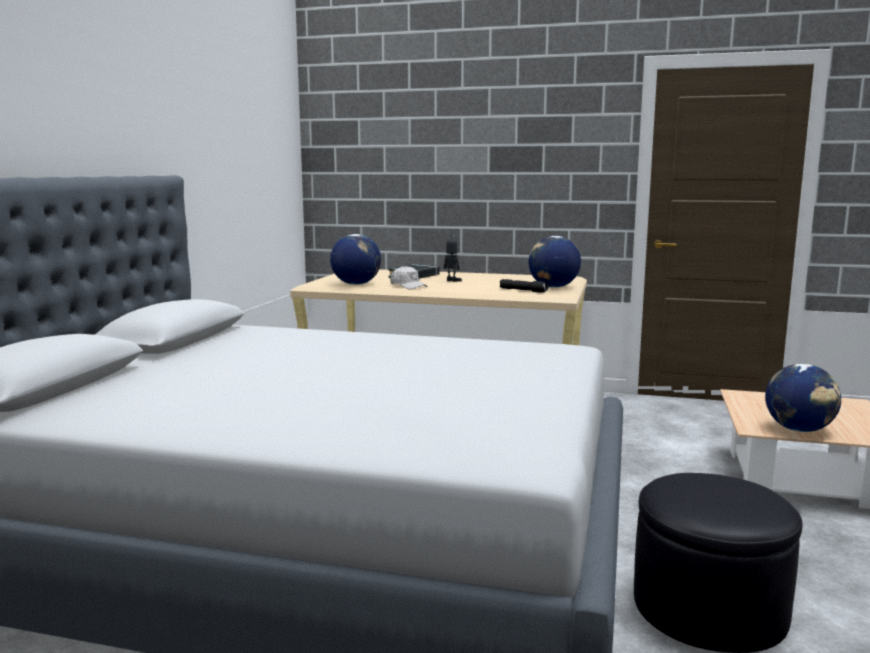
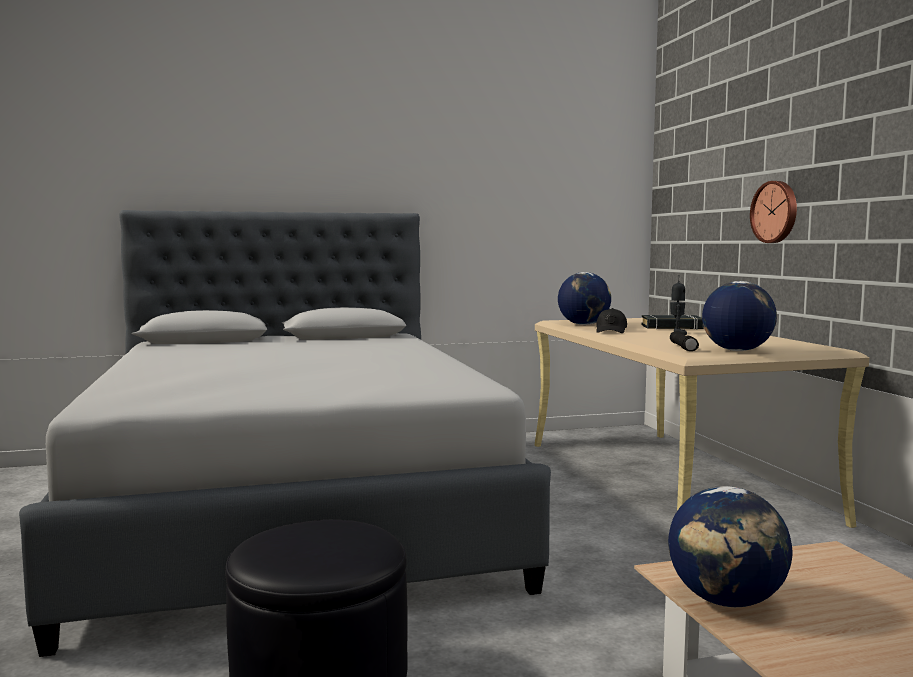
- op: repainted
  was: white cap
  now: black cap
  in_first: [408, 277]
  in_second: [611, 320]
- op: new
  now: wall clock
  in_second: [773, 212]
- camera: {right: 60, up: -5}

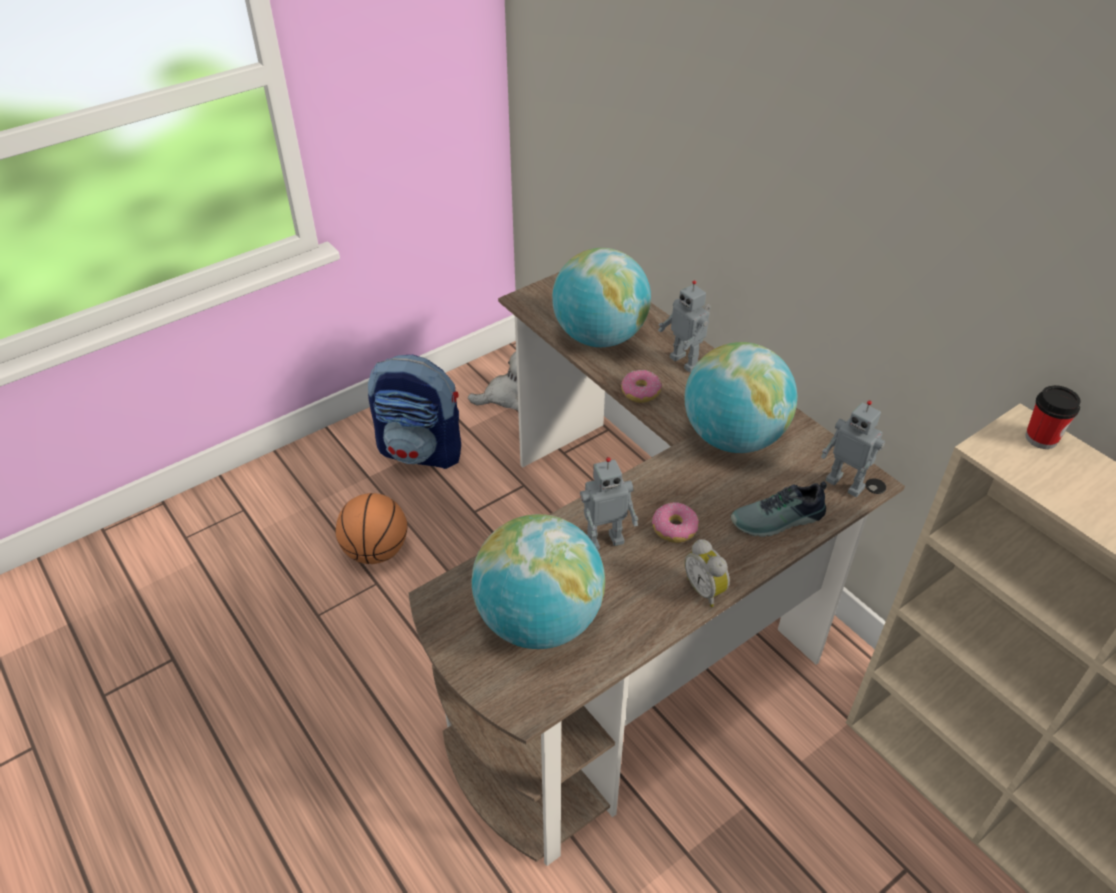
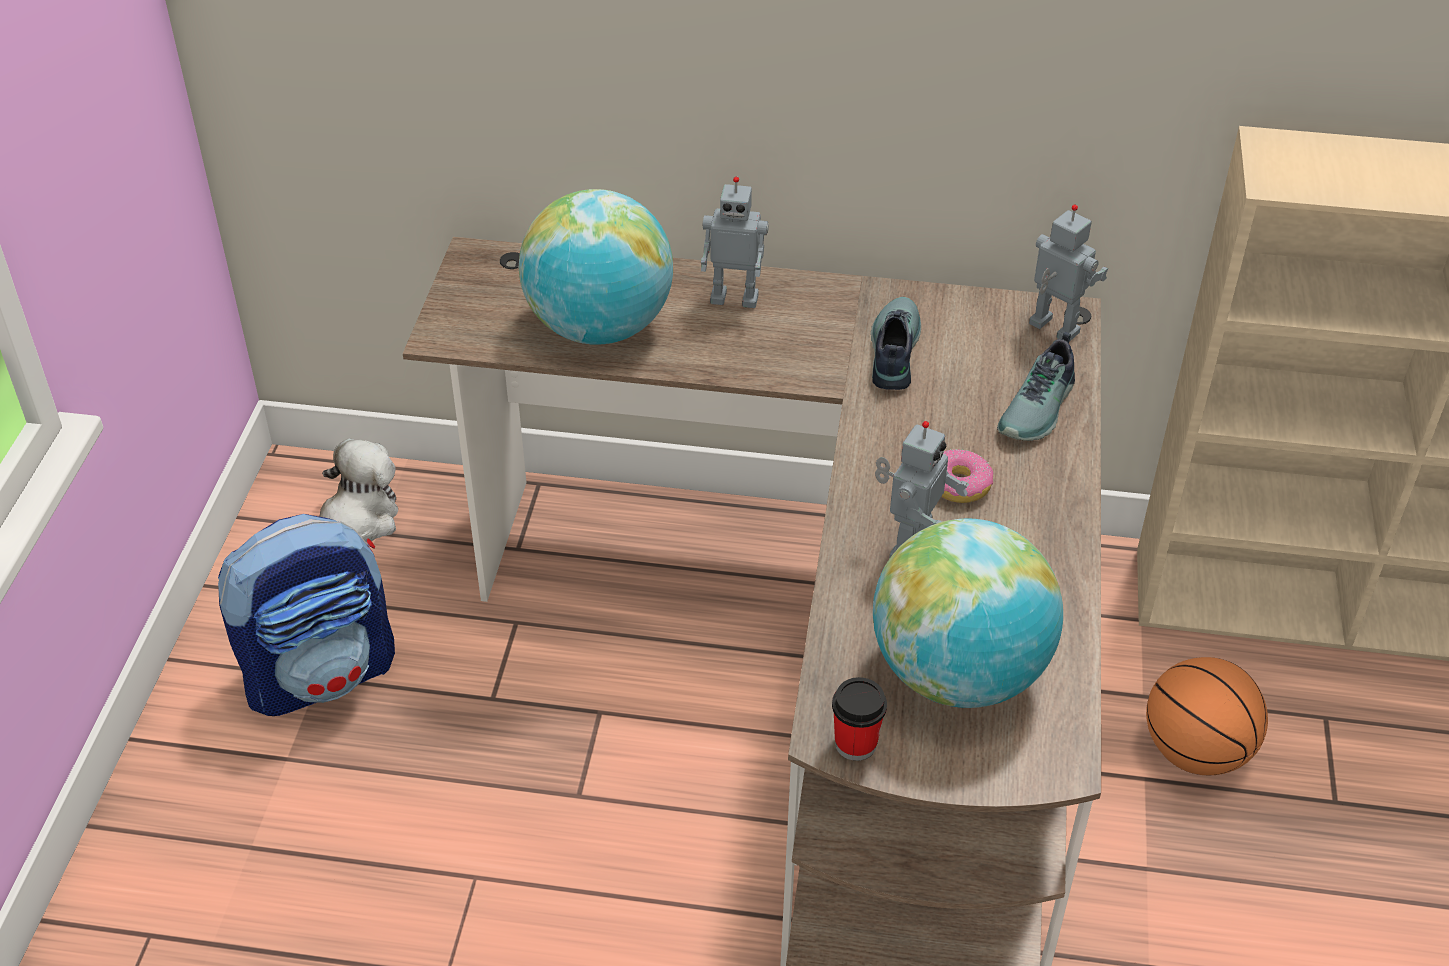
- op: swapped
  was: globe
  now: shoe
  in_first: [741, 397]
  in_second: [895, 343]
- op: gone
  was: donut
  in_first: [641, 386]
- op: shifted
  was: cup
  in_first: [1053, 417]
  in_second: [859, 719]
- op: rotated
  was: toy robot
  in_first: [853, 448]
  in_second: [1069, 273]
  clockwise: -135
- op: shifted
  was: basketball
  in_first: [371, 528]
  in_second: [1207, 716]
- op: gone
  was: alarm clock
  in_first: [707, 573]
- camera: {right: -45, up: 0}

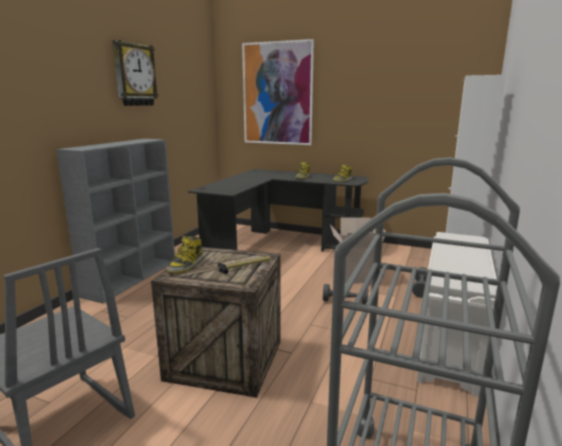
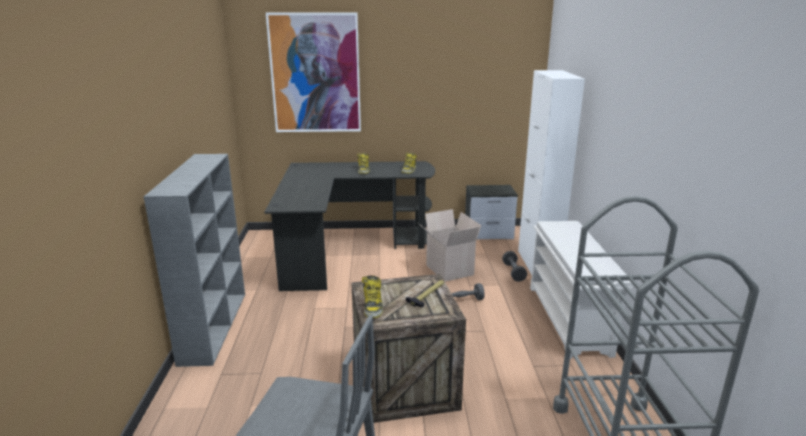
- op: gone
  was: wall clock
  in_first: [135, 73]
- op: new
  now: nightstand
  in_second: [491, 212]
- camera: {right: -25, up: 5}

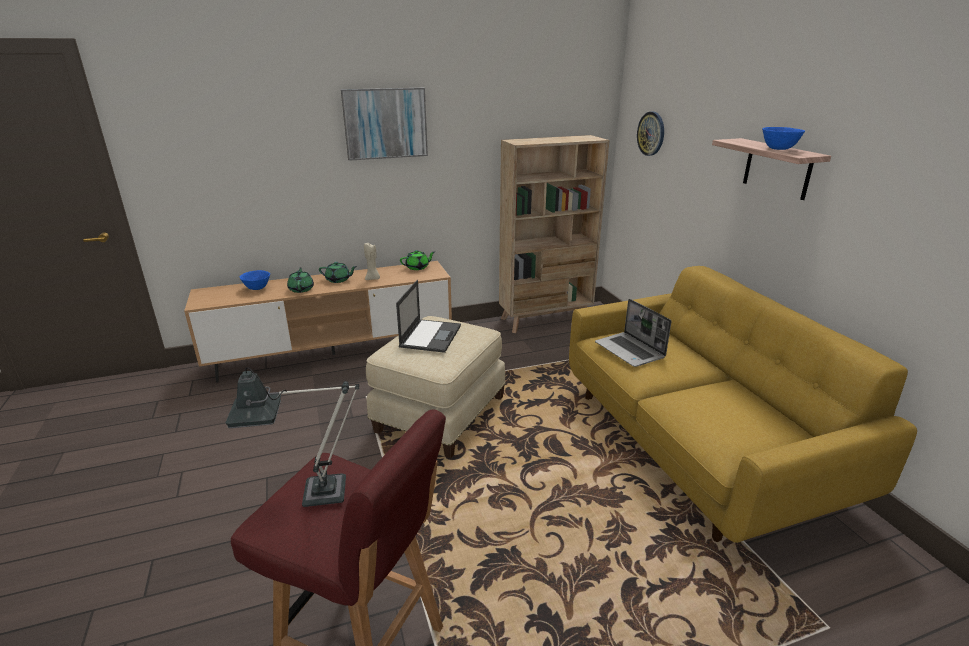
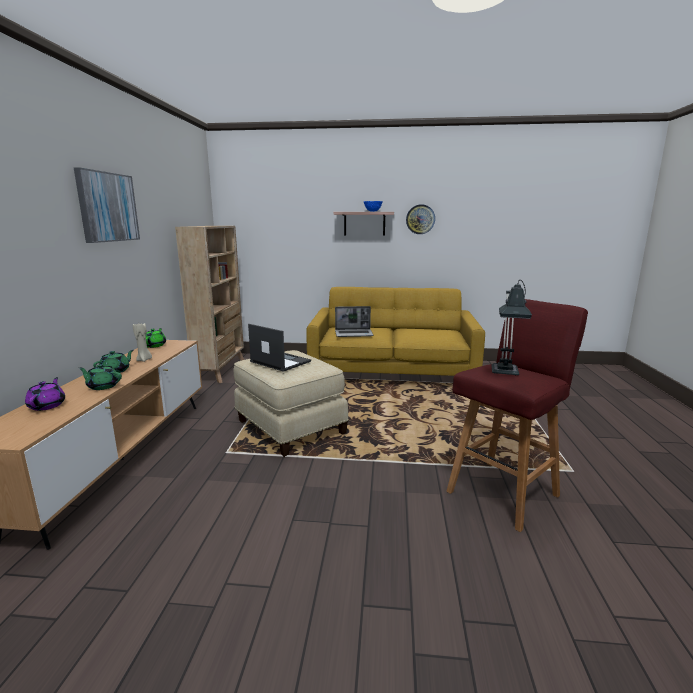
- op: shifted
  was: wall clock
  in_first: [650, 134]
  in_second: [420, 219]
- op: swapped
  was: blue bowl
  now: purple teapot
  in_first: [255, 280]
  in_second: [45, 394]
- camera: {right: -65, up: -10}

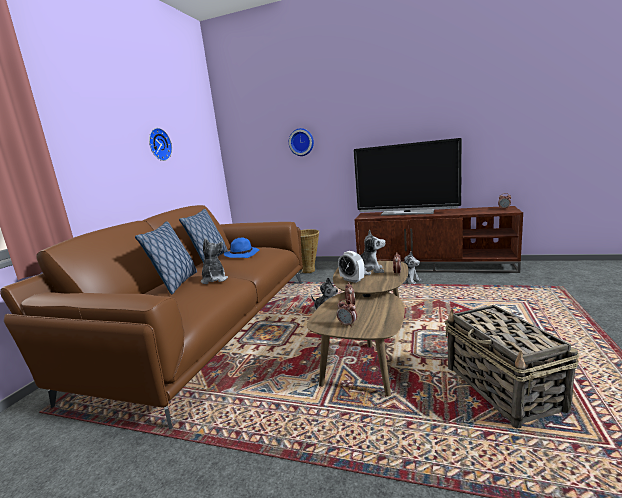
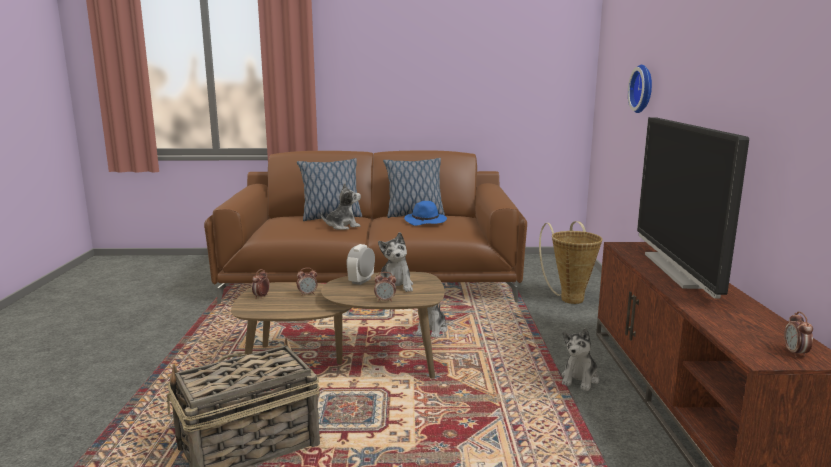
- op: gone
  was: wall clock
  in_first: [160, 144]
- camera: {right: 70, up: 0}

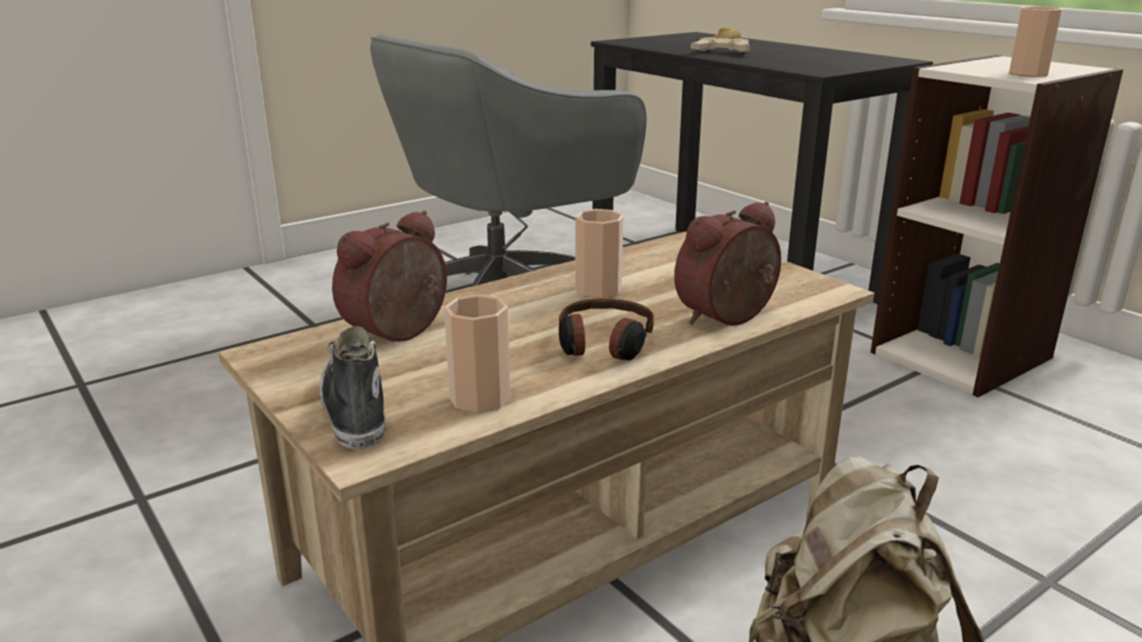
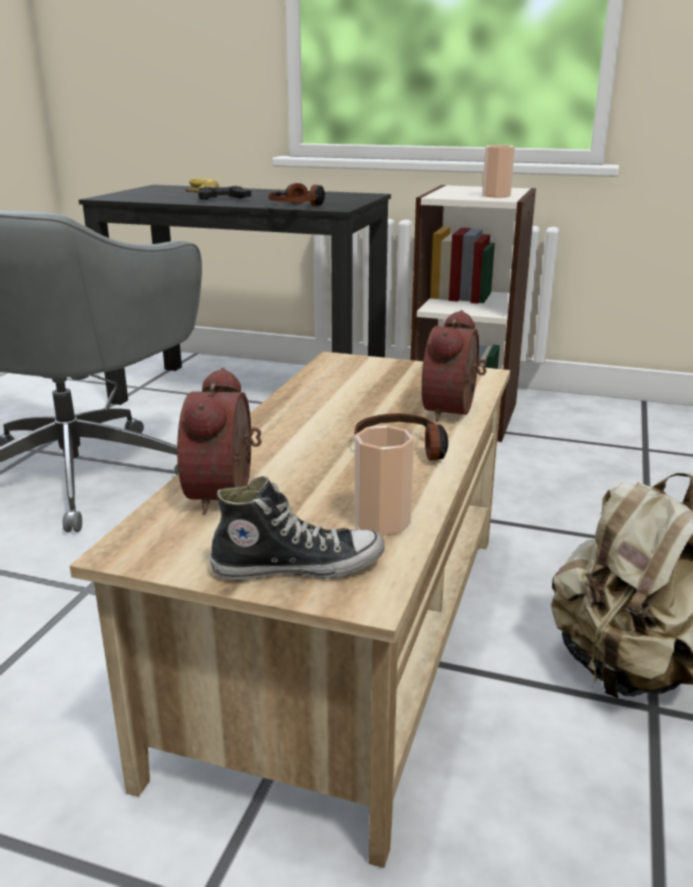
- op: repainted
  was: beige game controller
  now: black game controller
  in_first: [720, 45]
  in_second: [224, 193]
- op: gone
  was: cup
  in_first: [599, 253]
- op: rotated
  was: shoe
  in_first: [352, 387]
  in_second: [297, 528]
  clockwise: 135
- op: new
  now: headphones
  in_second: [296, 194]
- camera: {right: -35, up: 0}

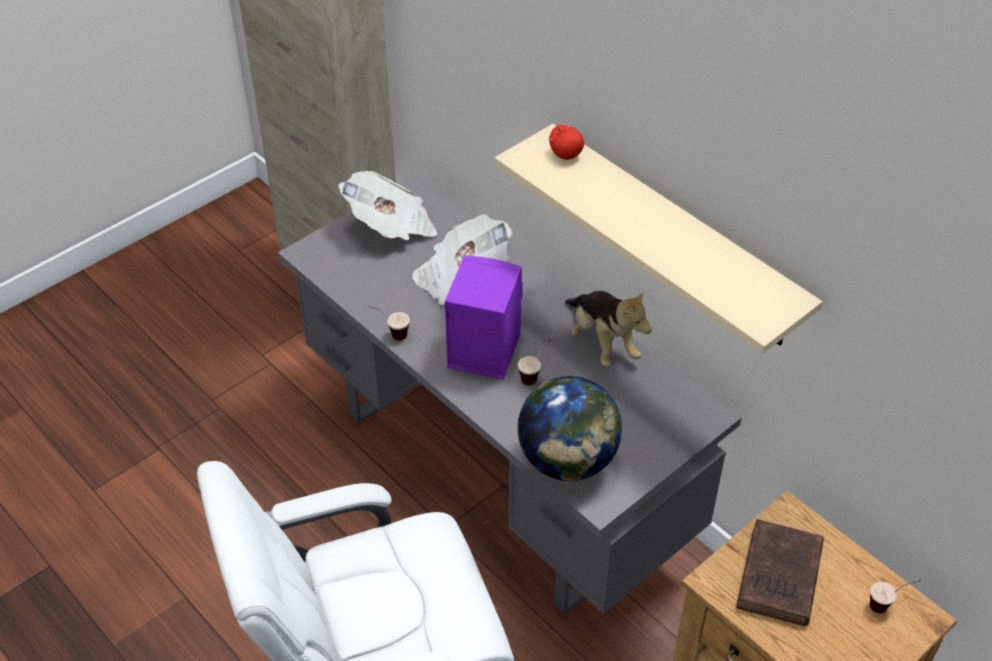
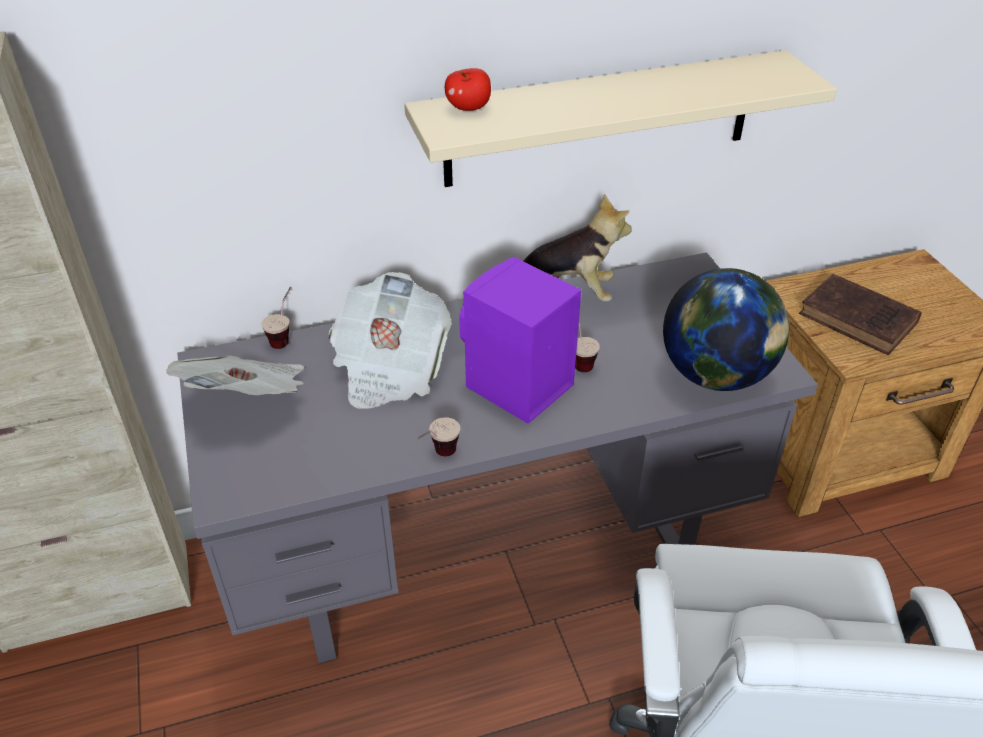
- op: shifted
  was: cup
  in_first: [895, 596]
  in_second: [276, 318]
- camera: {right: -65, up: -5}

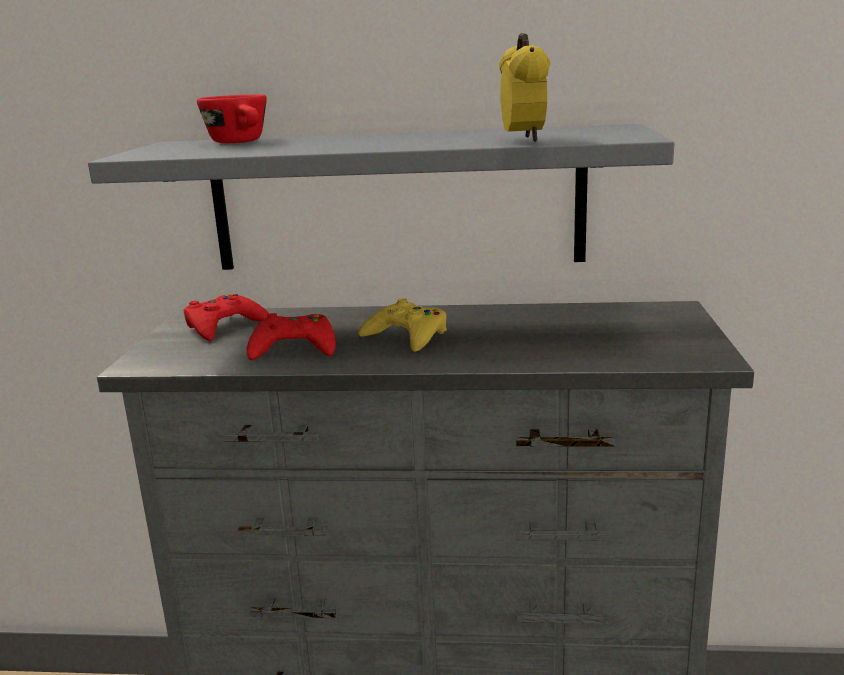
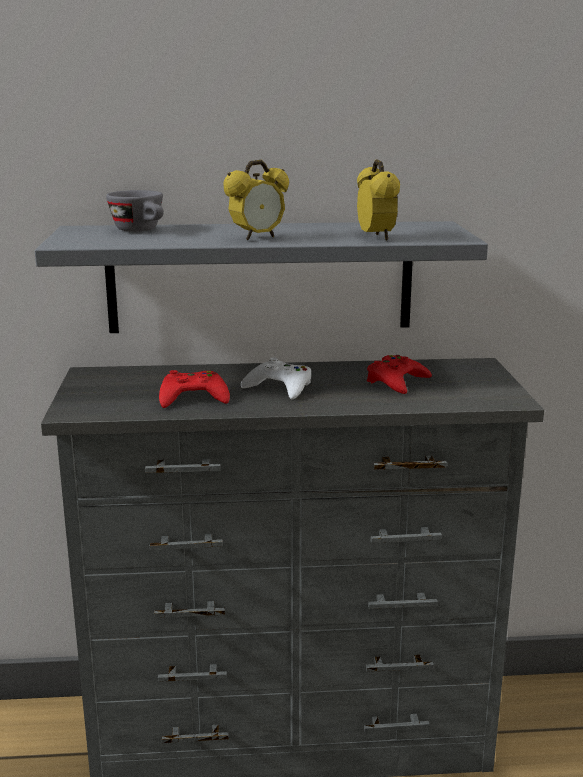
- op: repainted
  was: red cup
  now: grey cup
  in_first: [232, 118]
  in_second: [135, 211]
- op: shifted
  was: red game controller
  in_first: [226, 317]
  in_second: [399, 374]
- op: repainted
  was: yellow game controller
  now: white game controller
  in_first: [402, 325]
  in_second: [276, 378]
- op: new
  now: alarm clock
  in_second: [256, 200]
- camera: {right: -10, up: 0}

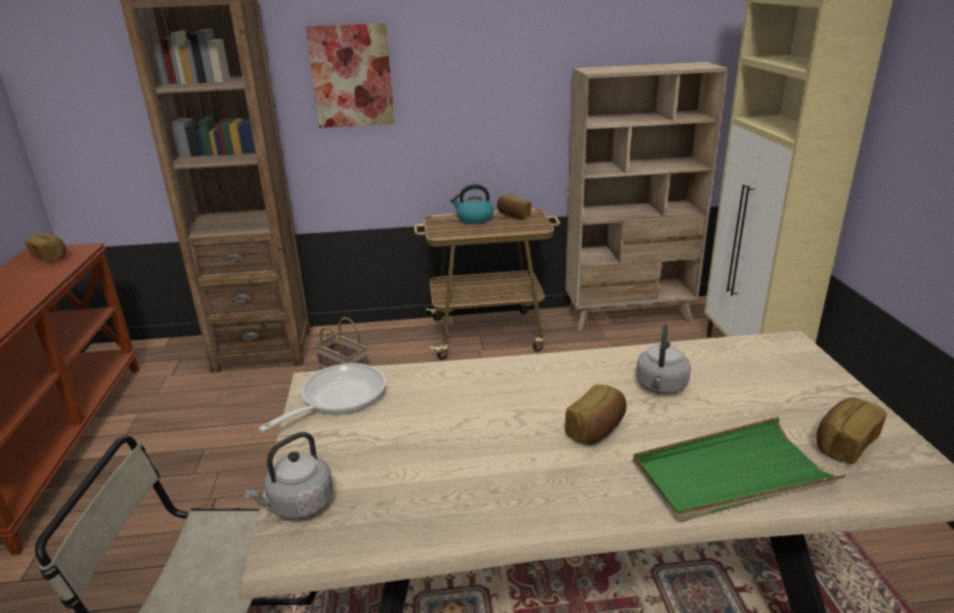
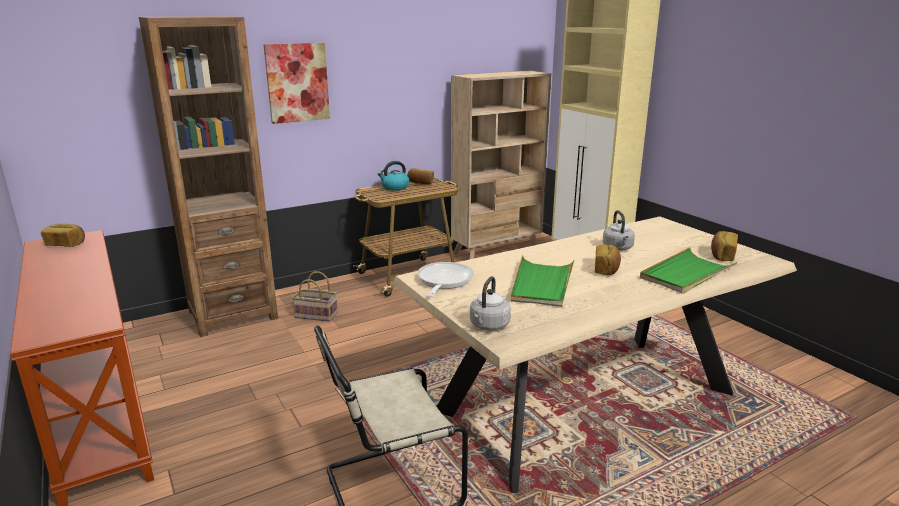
- op: new
  now: green tray
  in_second: [542, 281]
- camera: {right: -25, up: -5}

